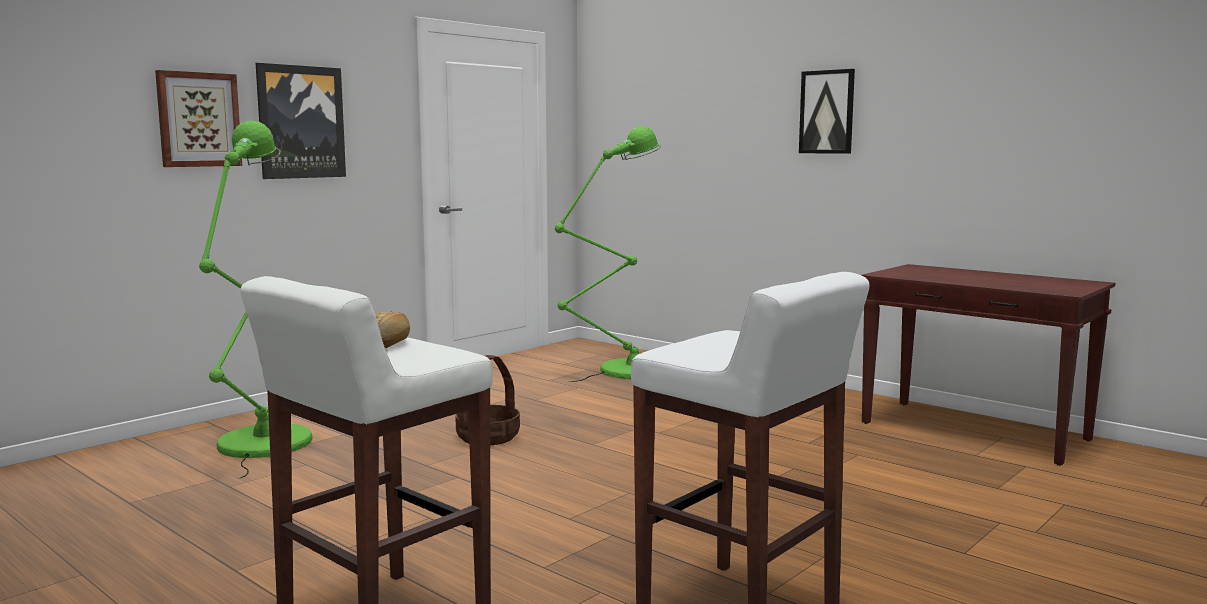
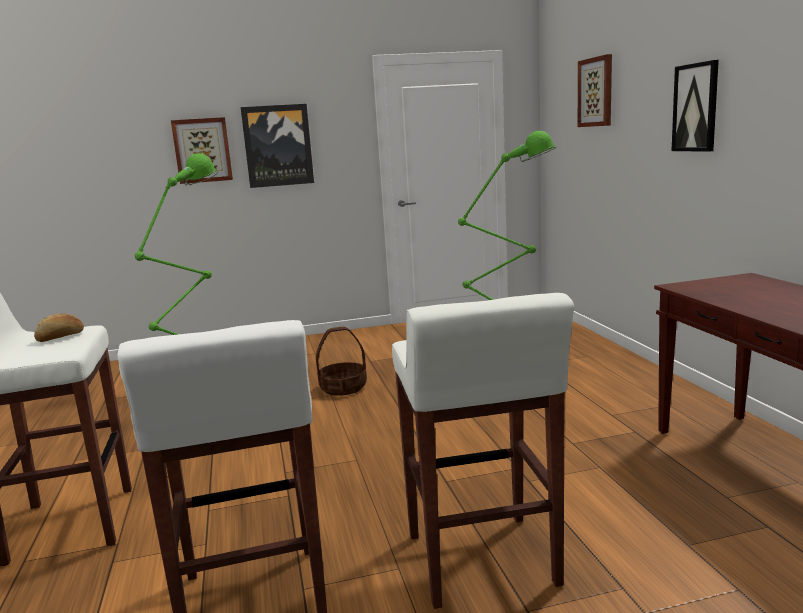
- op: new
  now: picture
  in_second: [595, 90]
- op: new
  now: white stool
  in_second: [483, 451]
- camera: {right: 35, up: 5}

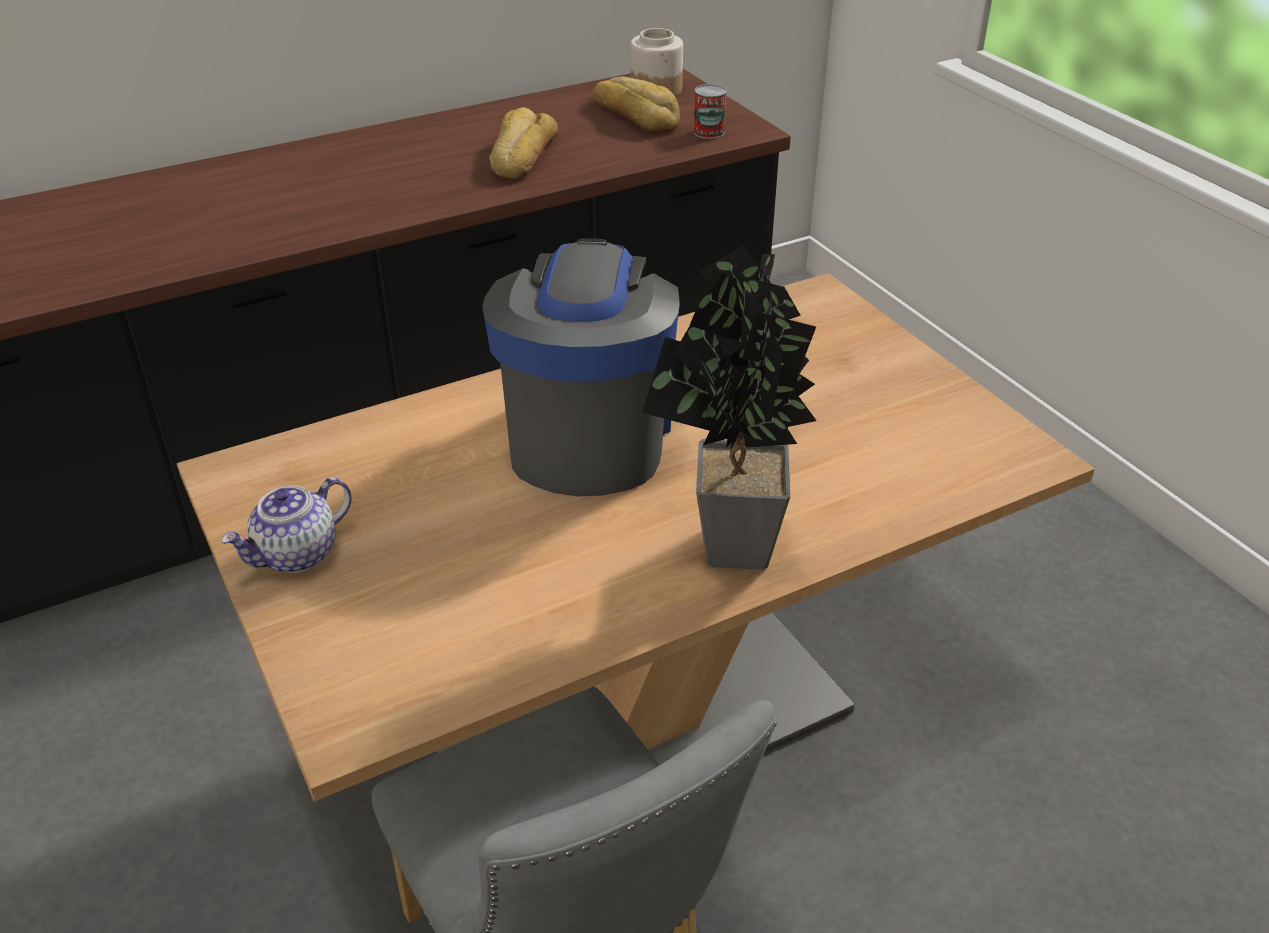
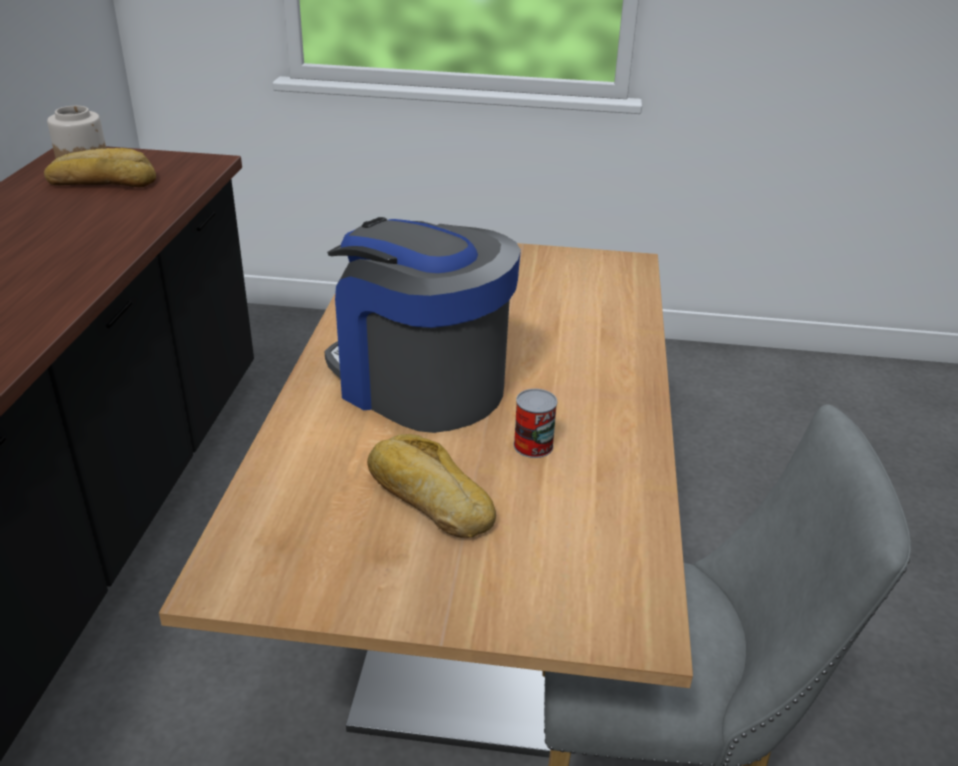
- op: shifted
  was: can
  in_first: [710, 111]
  in_second: [535, 423]
- op: shifted
  was: bread
  in_first: [523, 143]
  in_second: [431, 486]
- op: gone
  was: potted plant
  in_first: [729, 408]
- op: gone
  was: teapot
  in_first: [286, 525]
- camera: {right: -55, up: -5}

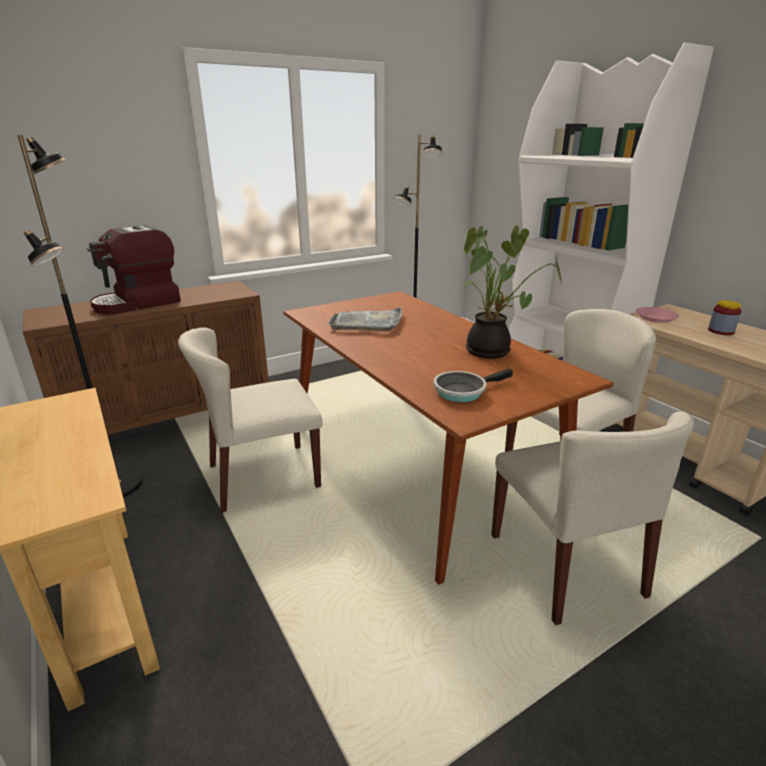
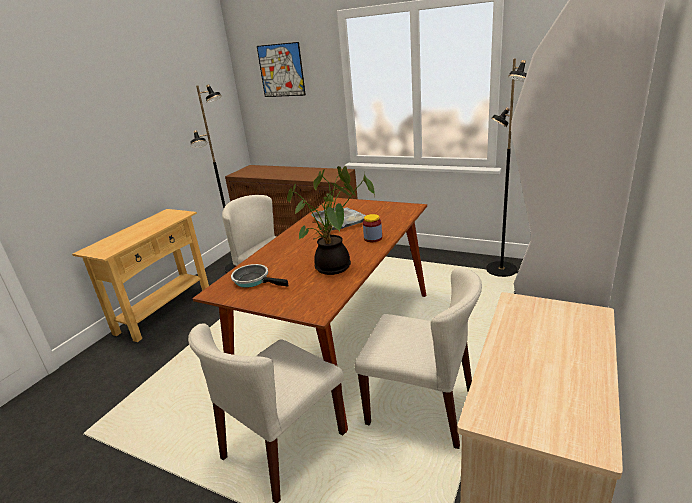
- op: gone
  was: coffee machine
  in_first: [133, 269]
- op: shifted
  was: jar
  in_first: [724, 317]
  in_second: [372, 228]
- op: gone
  was: pink plate
  in_first: [657, 315]
- op: new
  now: picture
  in_second: [281, 69]
- camera: {right: 60, up: 0}

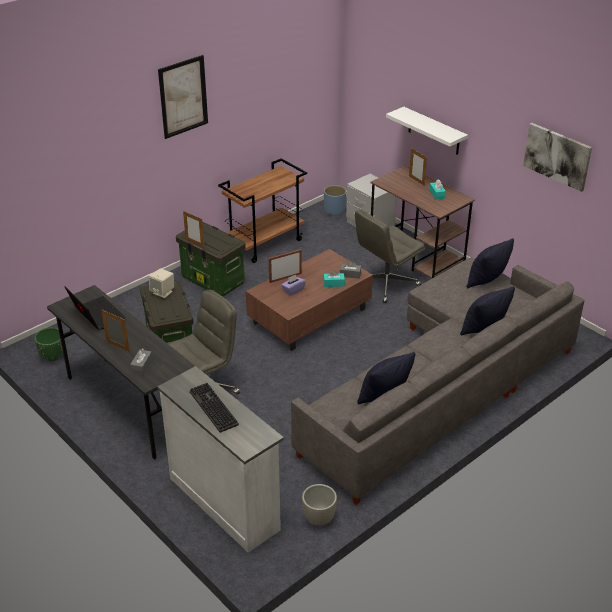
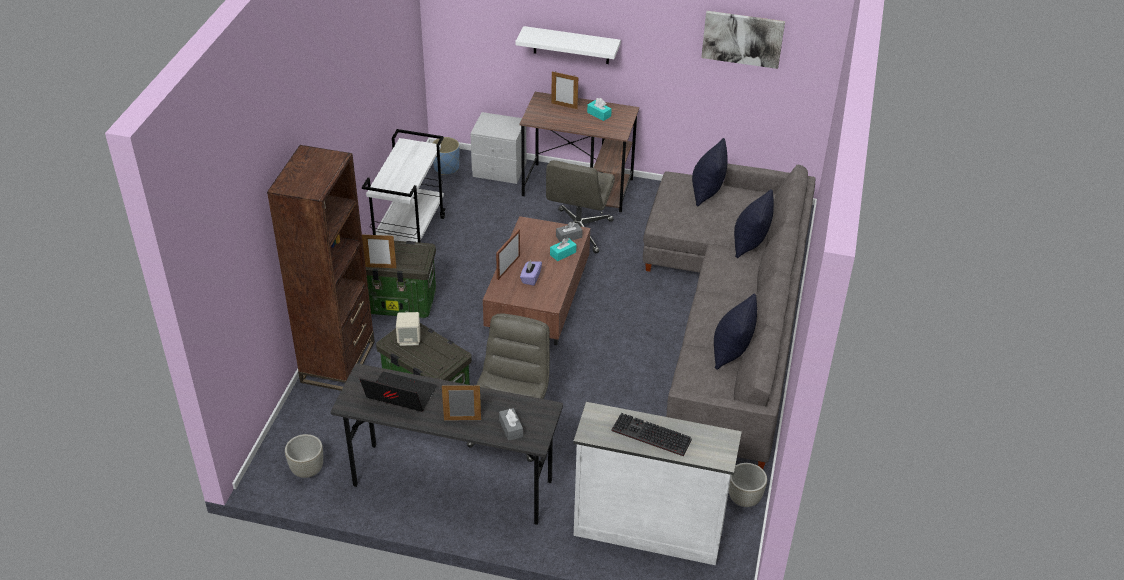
- op: gone
  was: picture
  in_first: [183, 97]
- op: repainted
  was: brown cart
  now: white cart
  in_first: [262, 210]
  in_second: [403, 186]
- op: repainted
  was: green planter
  now: grey planter
  in_first: [48, 344]
  in_second: [304, 456]
- op: new
  now: brown bookcase
  in_second: [321, 268]
- camera: {right: -35, up: 5}

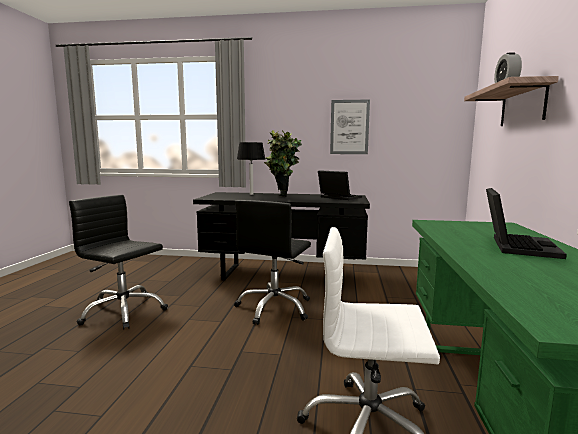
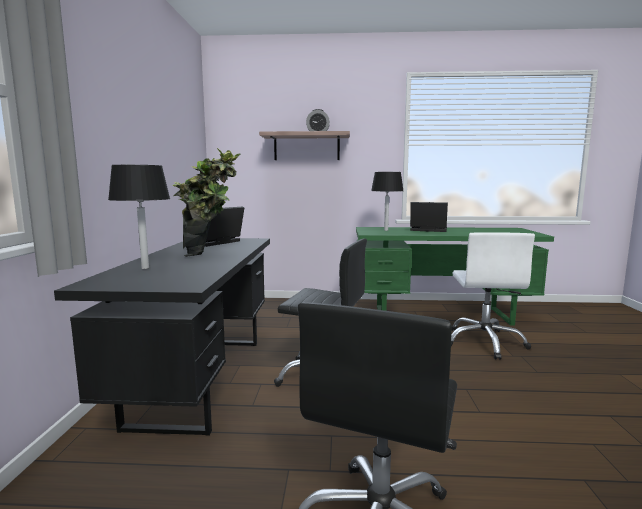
- op: gone
  was: picture
  in_first: [350, 126]
- op: new
  now: black table lamp
  in_second: [387, 201]
- camera: {right: -95, up: 0}

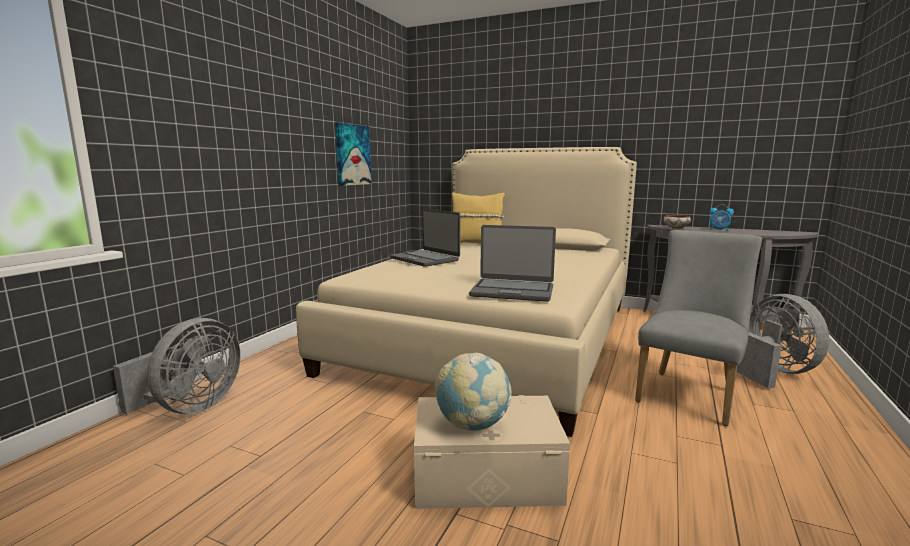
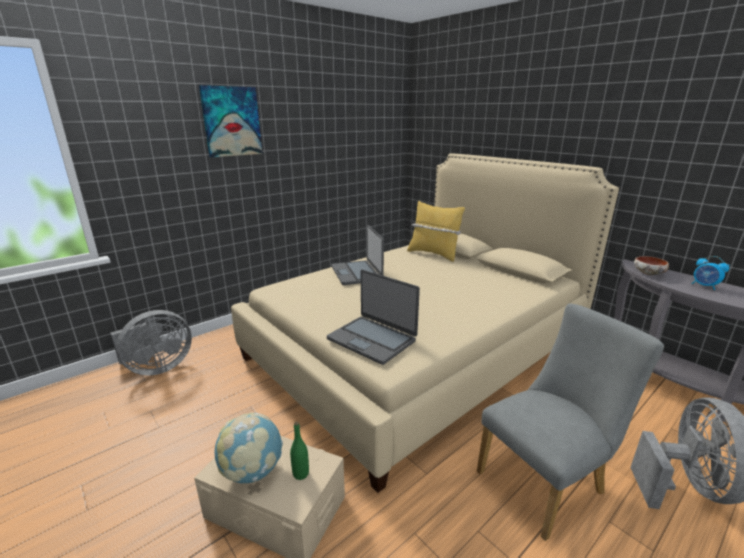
- op: shifted
  was: picture
  in_first: [353, 154]
  in_second: [230, 121]
- op: new
  now: green bottle
  in_second: [299, 451]
- camera: {right: 25, up: 10}

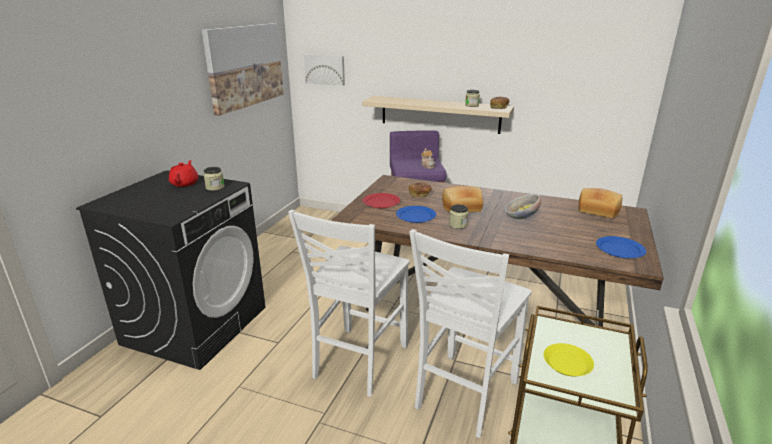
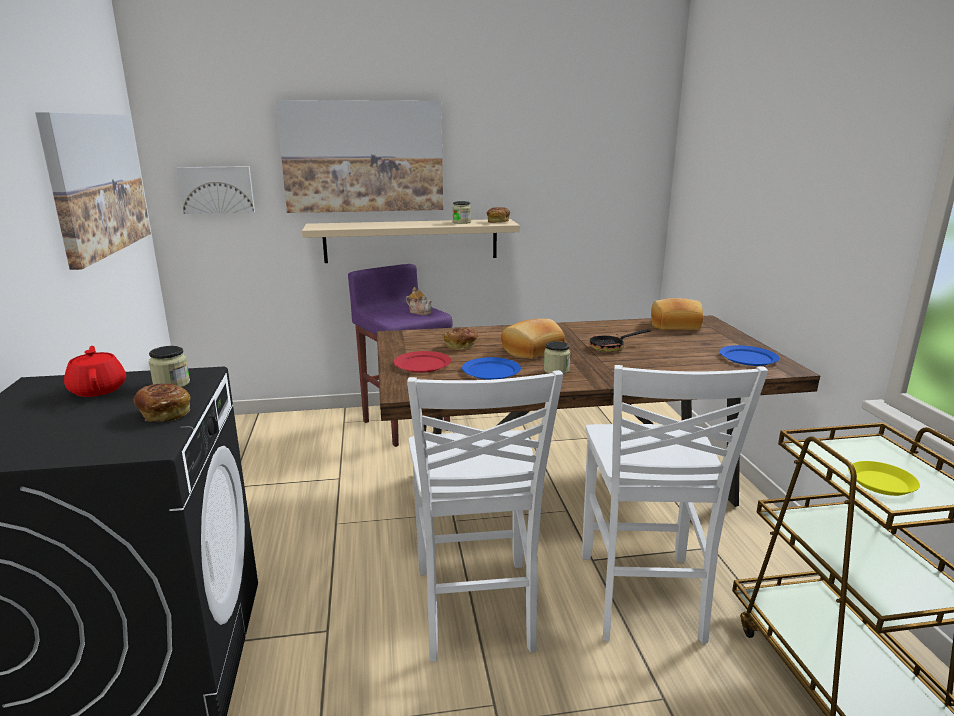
- op: swapped
  was: bowl
  now: frying pan
  in_first: [523, 206]
  in_second: [620, 340]
- op: new
  now: picture
  in_second: [359, 156]
- op: new
  now: bread
  in_second: [161, 403]
- camera: {right: -30, up: -5}

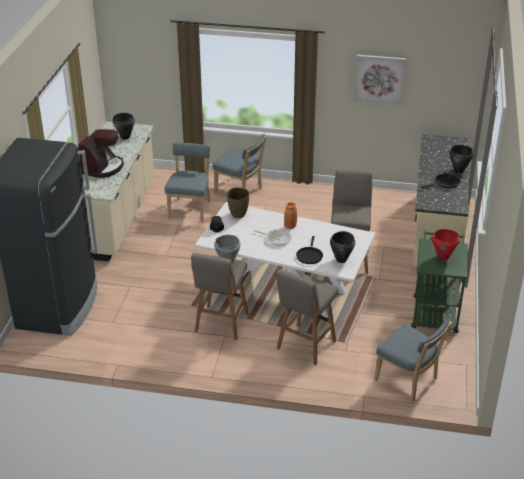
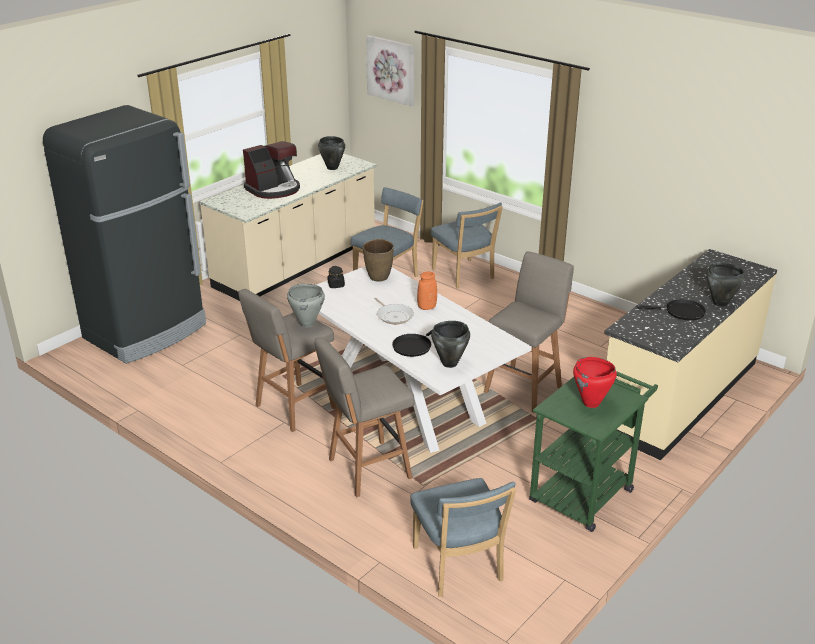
- op: shifted
  was: picture
  in_first: [380, 79]
  in_second: [390, 70]
- camera: {right: 30, up: -5}

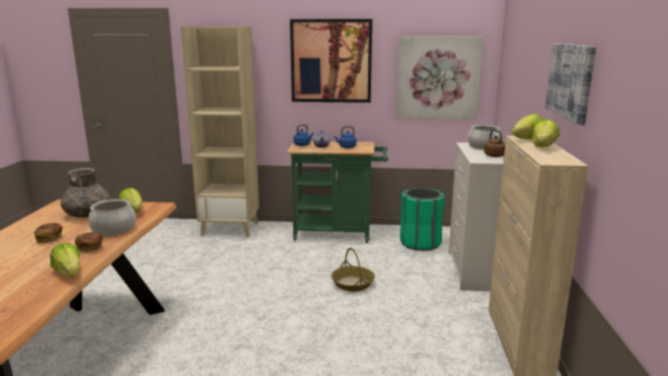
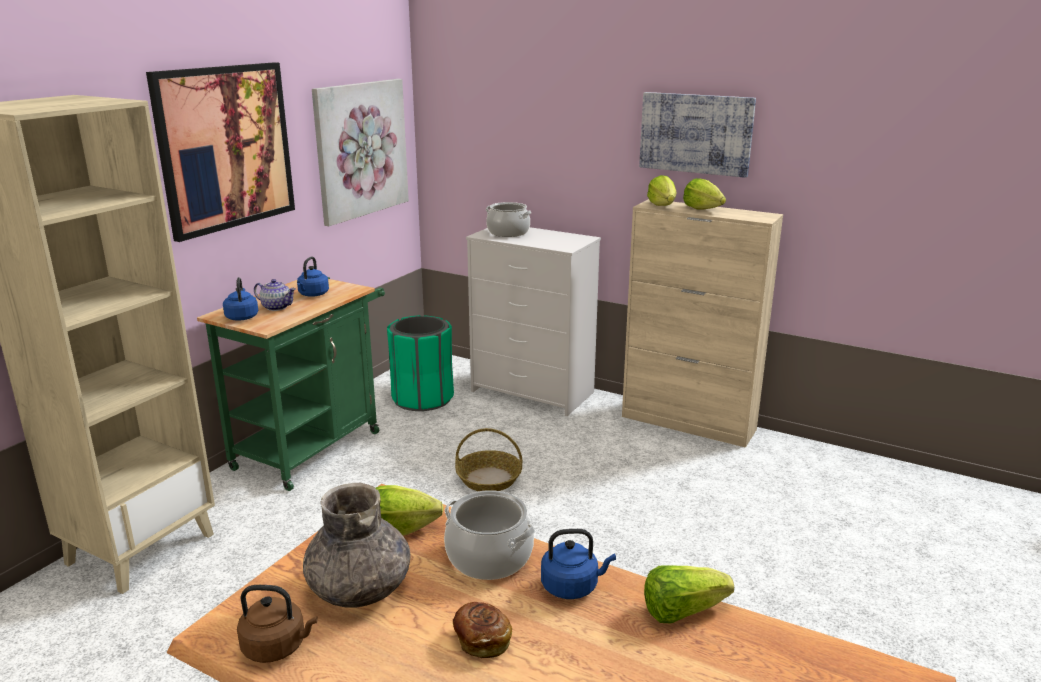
- op: shifted
  was: brown kettle
  in_first: [494, 143]
  in_second: [277, 624]
- op: swapped
  was: bread
  now: blue kettle
  in_first: [89, 242]
  in_second: [578, 564]
- camera: {right: -65, up: 5}

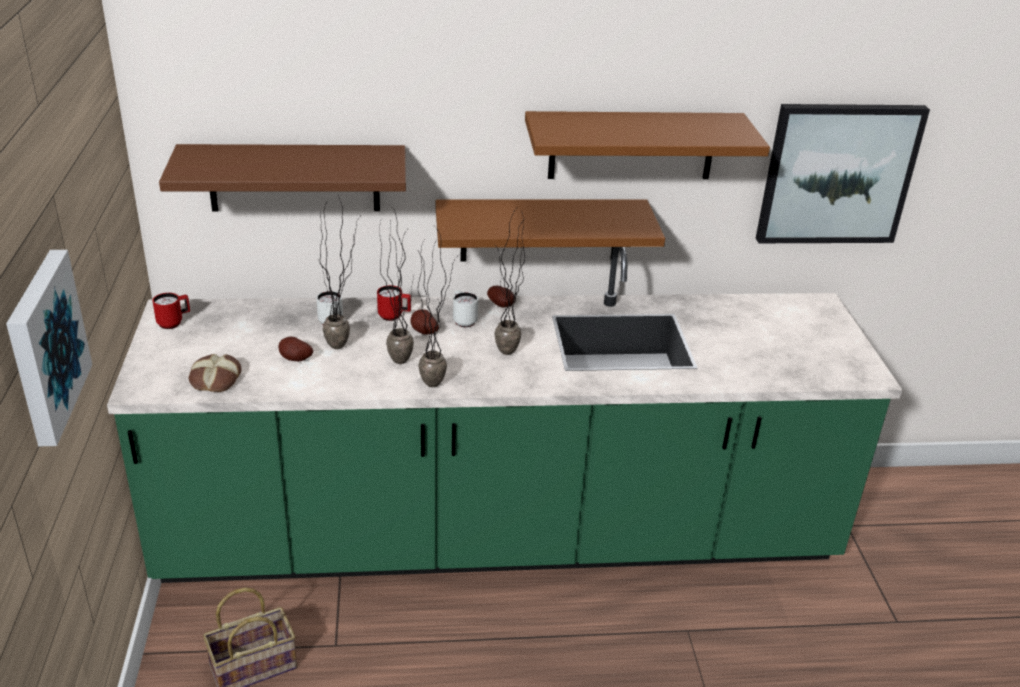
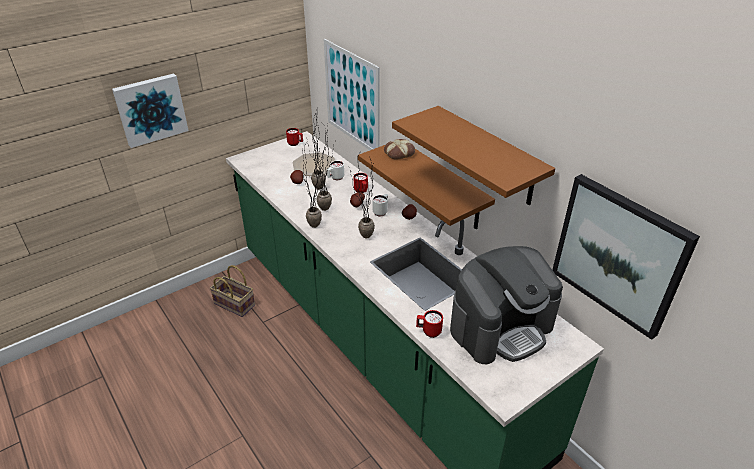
- op: swapped
  was: brown shelf
  now: picture
  in_first: [282, 178]
  in_second: [352, 94]
- op: shifted
  was: bread
  in_first: [215, 373]
  in_second: [399, 149]
- op: new
  now: plate
  in_second: [314, 164]
- op: new
  now: coffee machine
  in_second: [506, 305]
- op: new
  now: red mug
  in_second: [429, 324]
- camera: {right: 60, up: 5}

